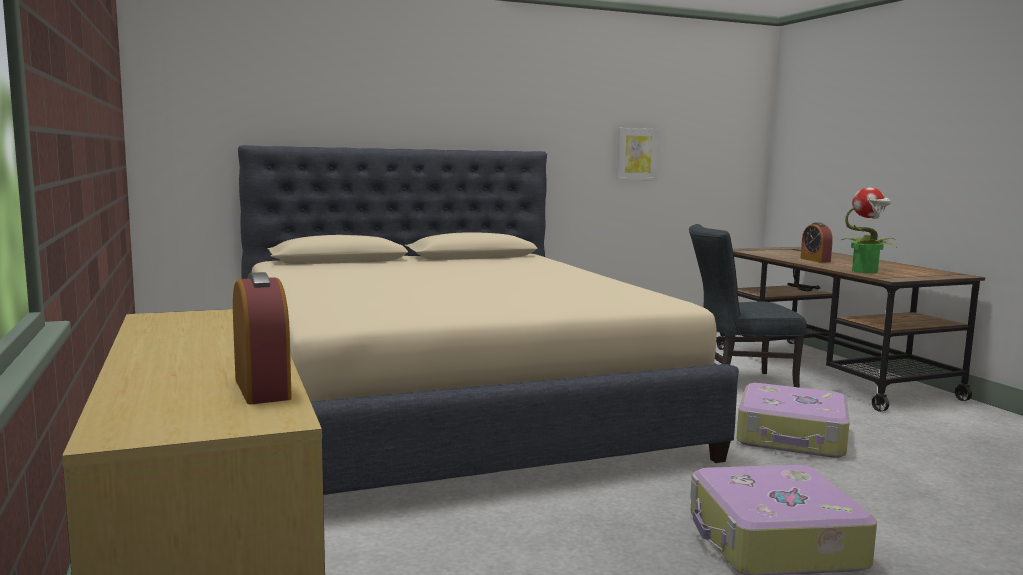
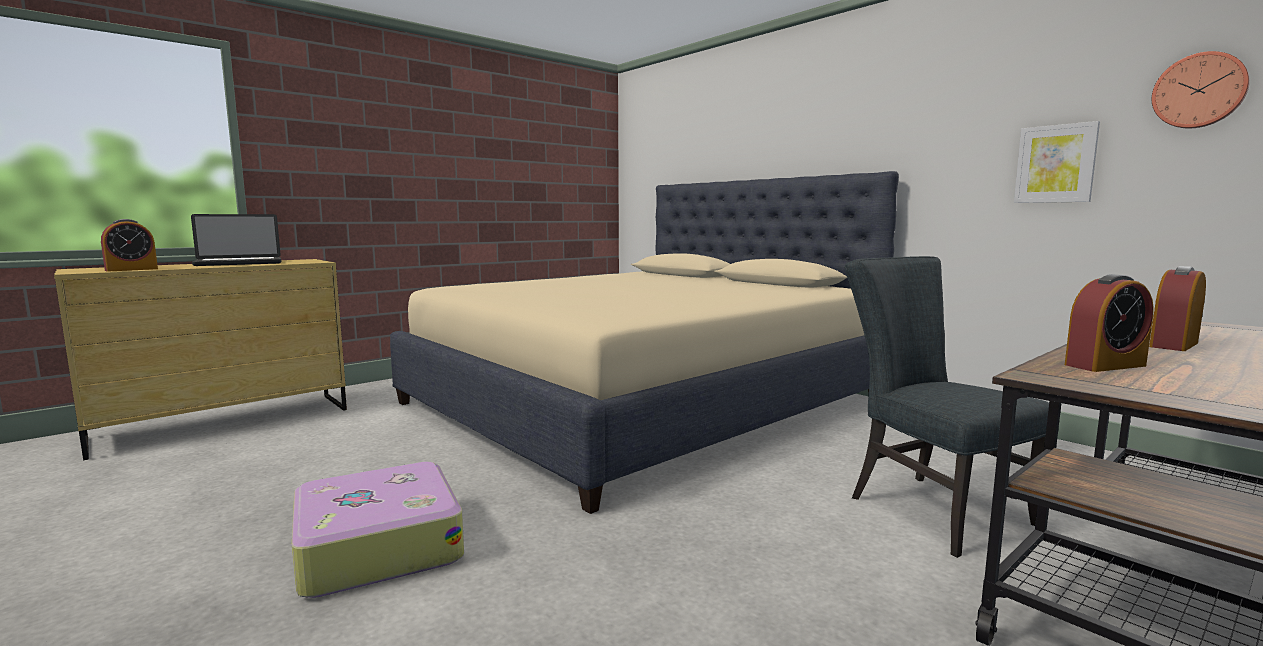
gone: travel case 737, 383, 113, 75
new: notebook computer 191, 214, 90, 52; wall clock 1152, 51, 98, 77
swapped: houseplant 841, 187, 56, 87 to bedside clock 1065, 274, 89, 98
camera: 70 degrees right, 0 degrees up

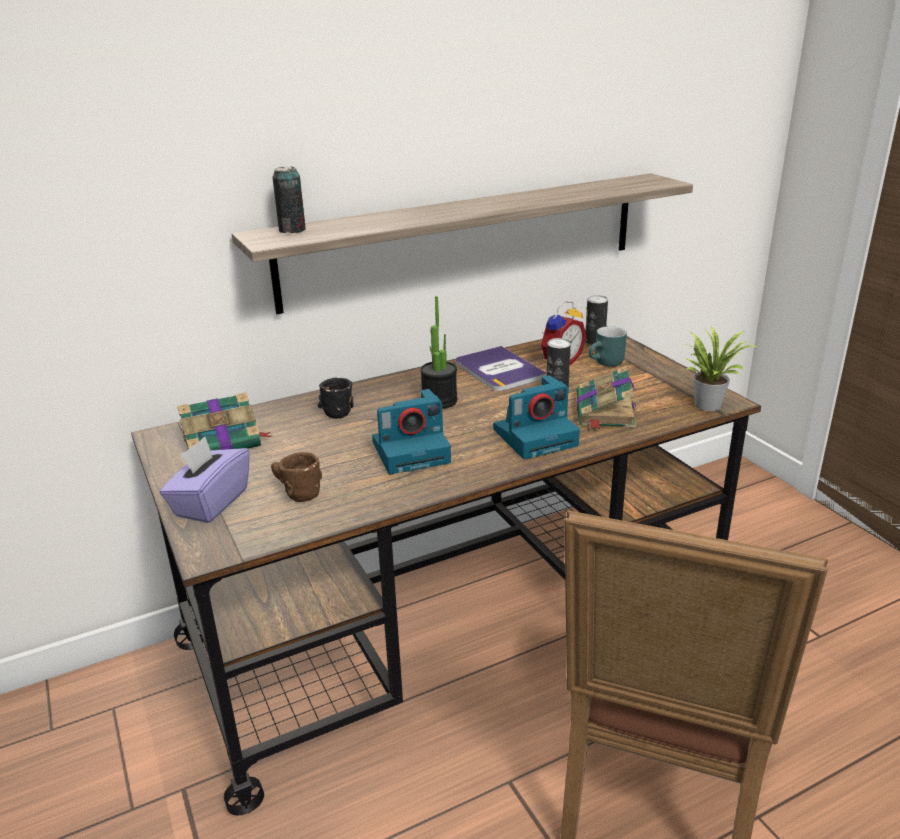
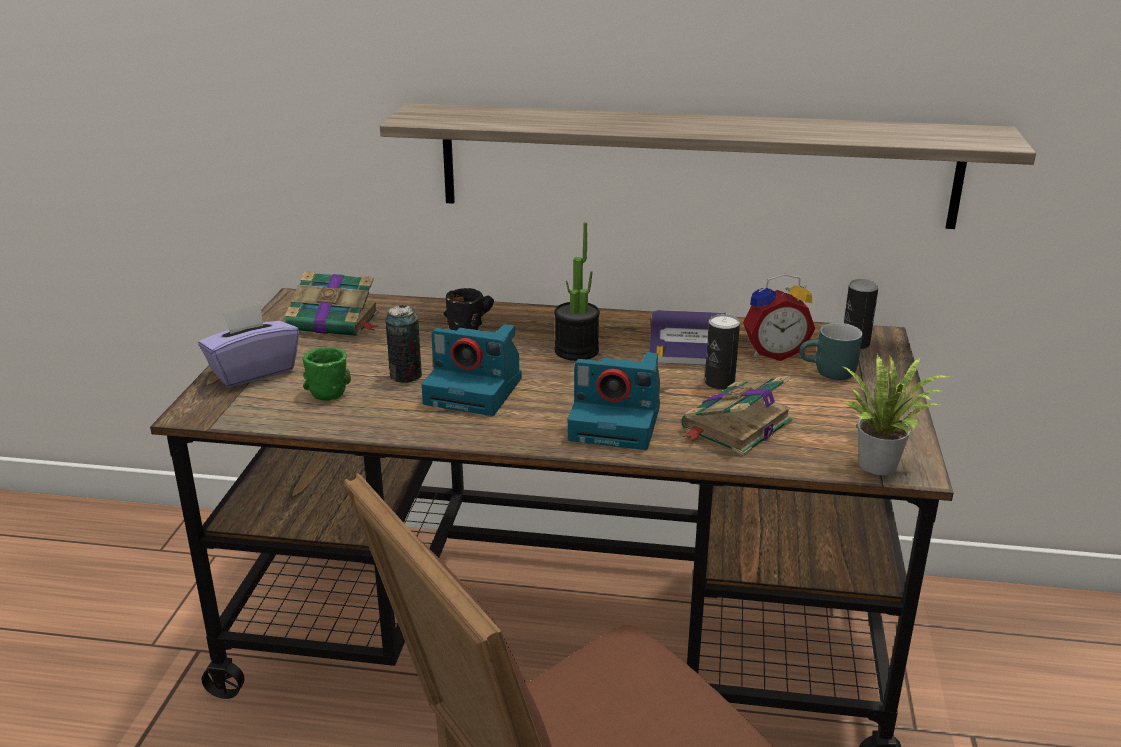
shifted: can 273, 167, 33, 66 to 386, 305, 36, 78
repainted: brownish mug 271, 452, 51, 50 to greenish mug 302, 347, 49, 54
camera: 35 degrees right, 0 degrees up

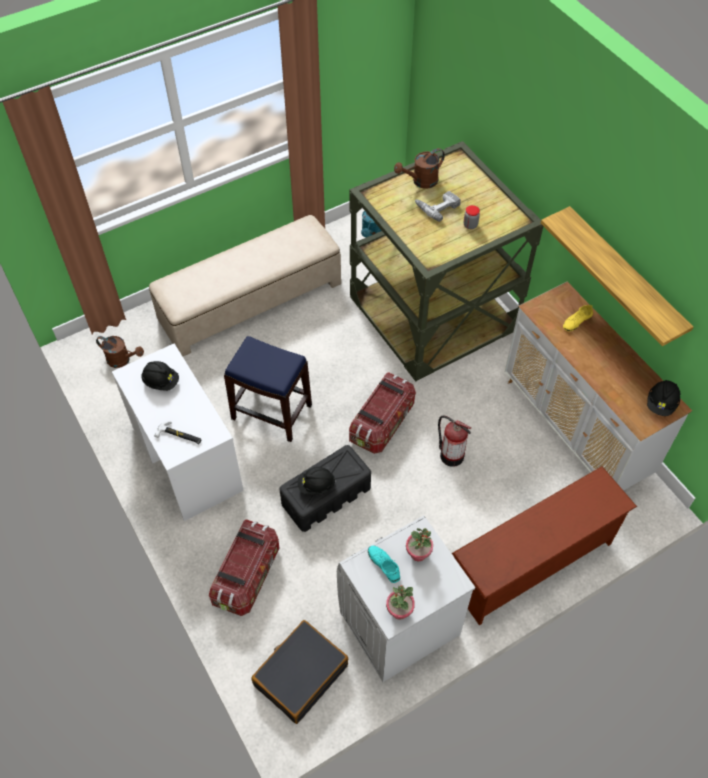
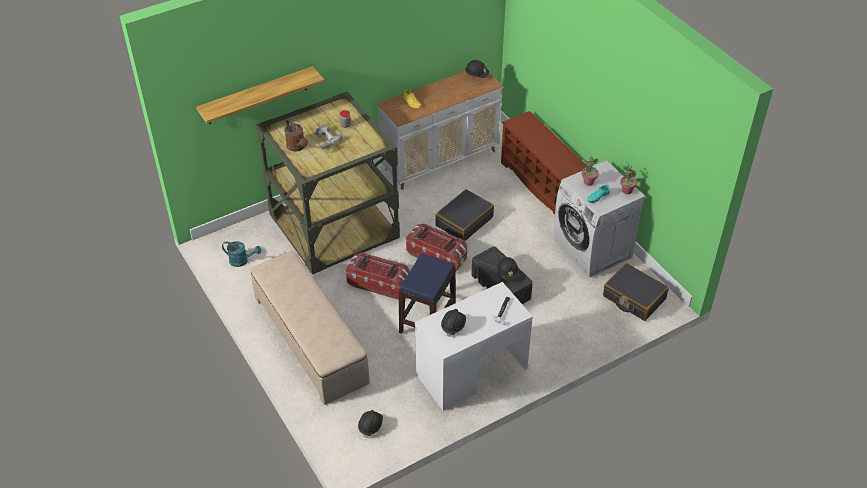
shifted: storage box 209, 519, 71, 97 to 346, 253, 64, 47; wall shelf 541, 206, 152, 140 to 196, 66, 128, 58
swapped: brownish sprinkling can 96, 336, 48, 32 to blackish safety helmet 358, 410, 25, 28; extinguisher 438, 415, 33, 52 to blackish travel case 435, 189, 59, 52
camera: 90 degrees left, 10 degrees down

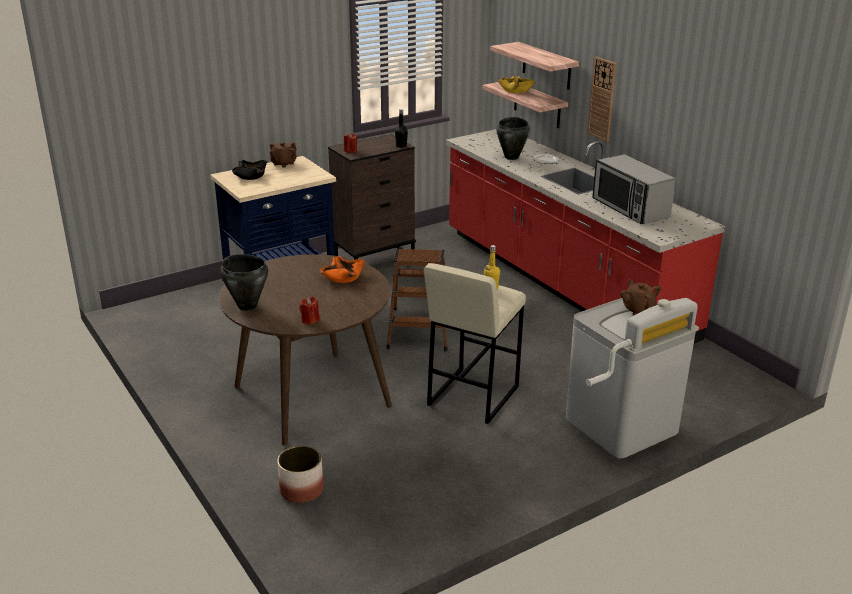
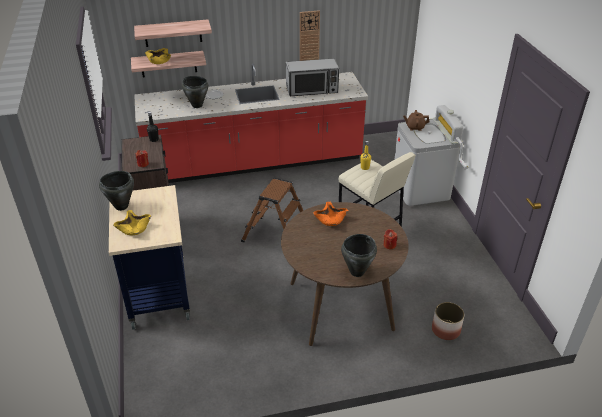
shifted: wall clock 588, 57, 29, 85 to 300, 10, 20, 51
swapped: brownish tea pot 270, 142, 27, 26 to blackish saucepot 99, 171, 35, 40
repainted: blackish serving bowl 232, 160, 35, 20 to yellow-coloured serving bowl 113, 210, 38, 25
camera: 70 degrees left, 10 degrees up

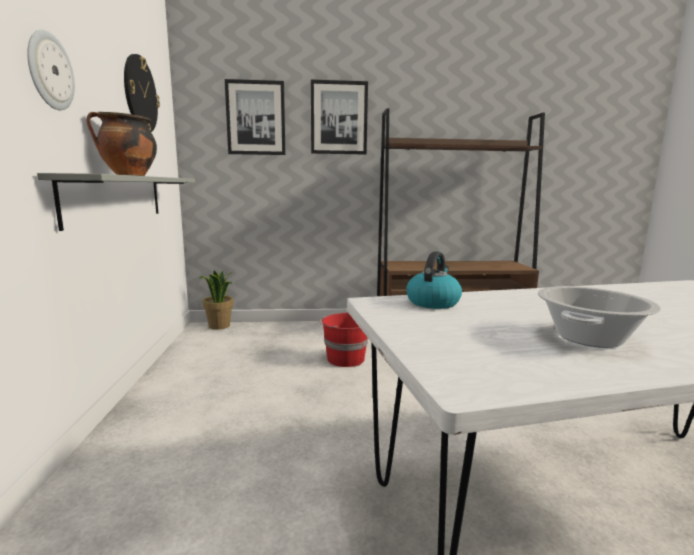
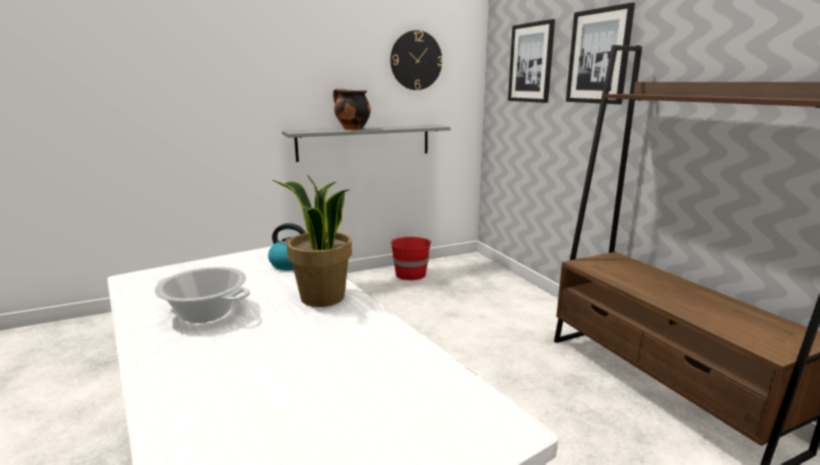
gone: wall clock 27, 30, 48, 80
shifted: houseplant 198, 271, 35, 59 to 273, 175, 79, 132; red-coloured pail 320, 312, 48, 55 to 391, 237, 40, 43
camera: 70 degrees right, 5 degrees up

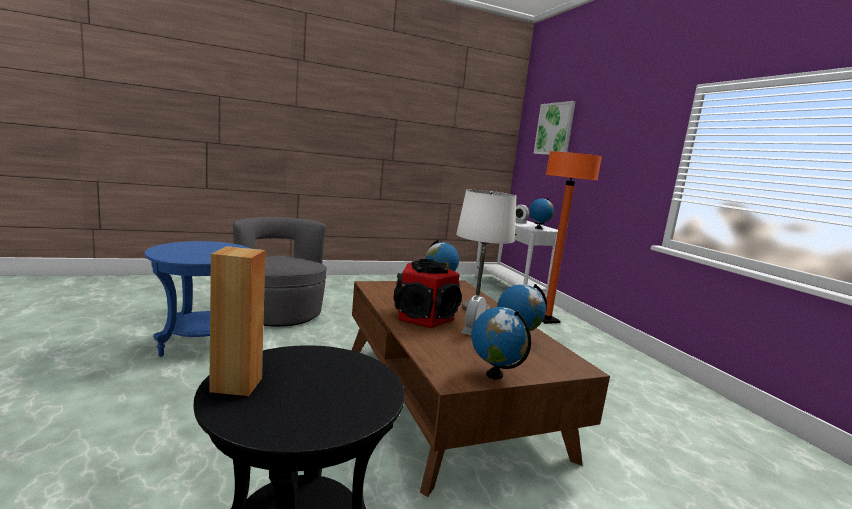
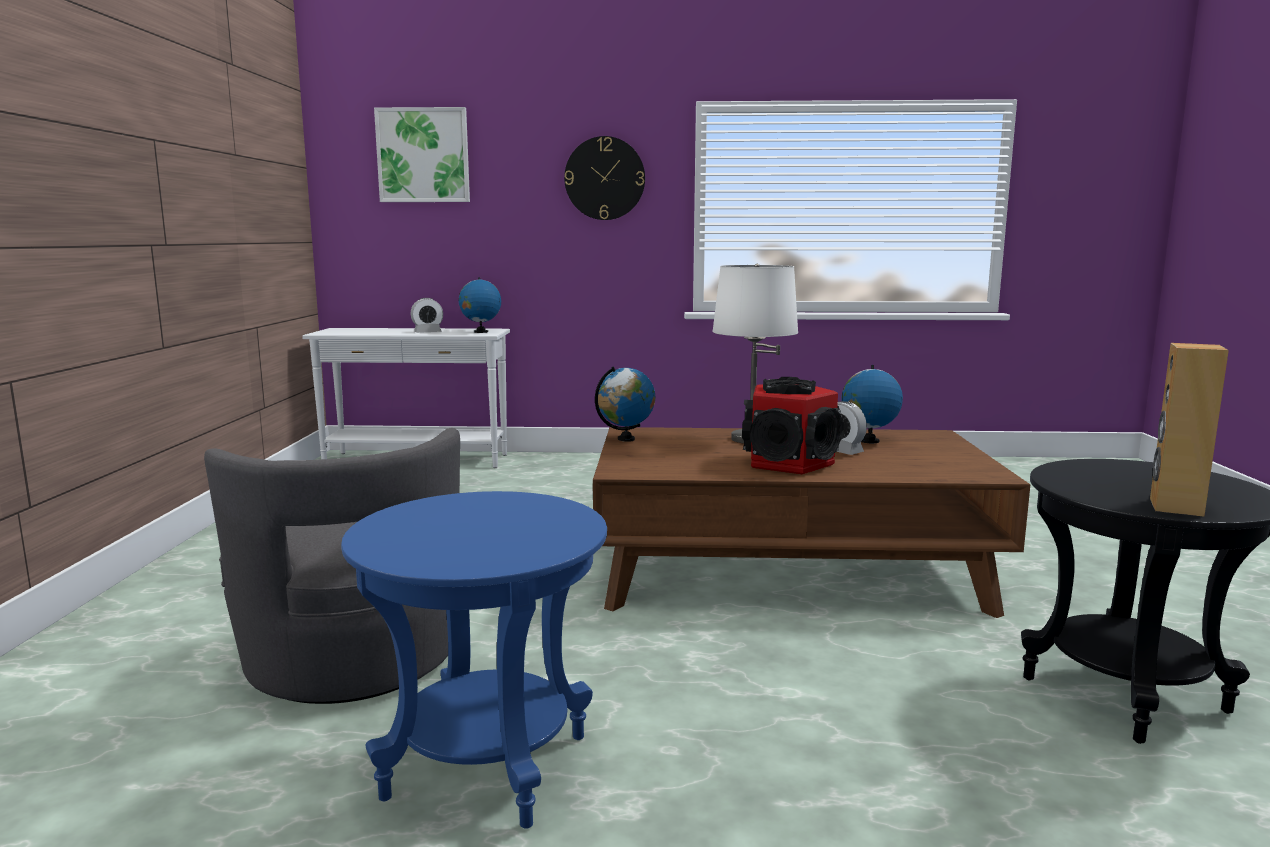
gone: world globe 472, 307, 59, 72; orange-coloured standard lamp 543, 151, 59, 173
new: wall clock 564, 136, 81, 84
rotated: grey lounge chair 233, 217, 94, 110 = 204, 428, 256, 276 105 degrees counterclockwise
camera: 65 degrees left, 0 degrees up

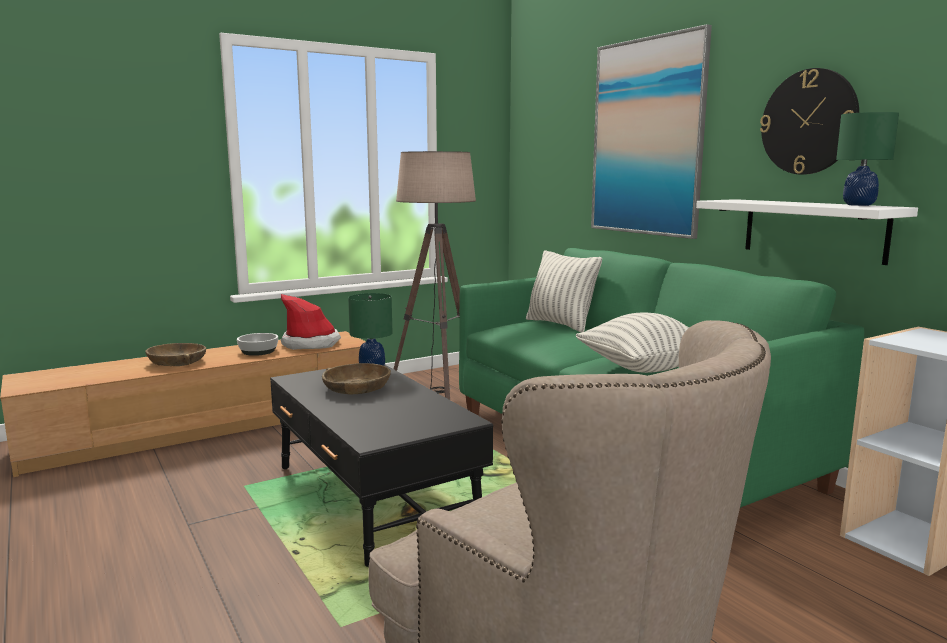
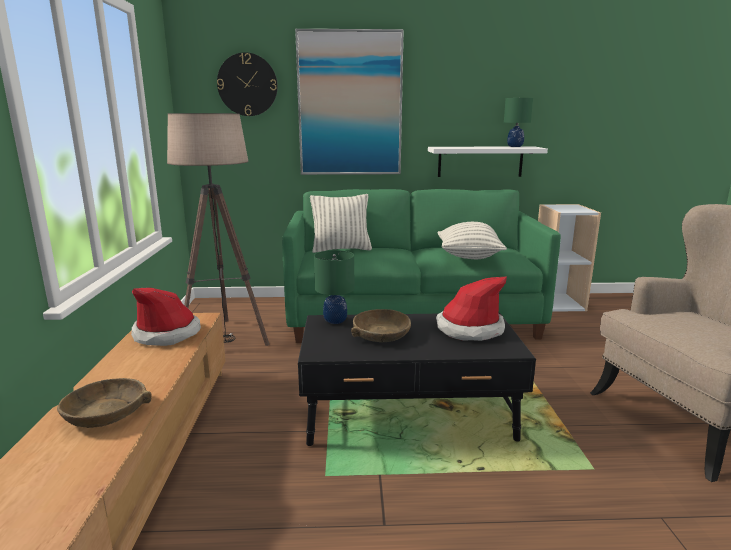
gone: serving bowl 237, 333, 41, 23
new: clothing hat 436, 276, 71, 65
shifted: wall clock 760, 68, 99, 107 to 217, 52, 61, 64
camera: 60 degrees left, 5 degrees up

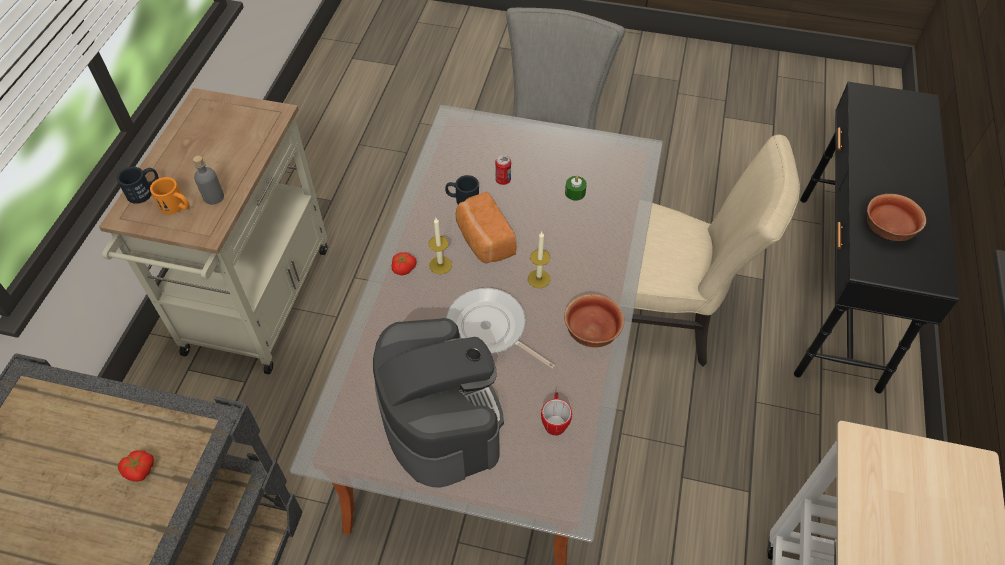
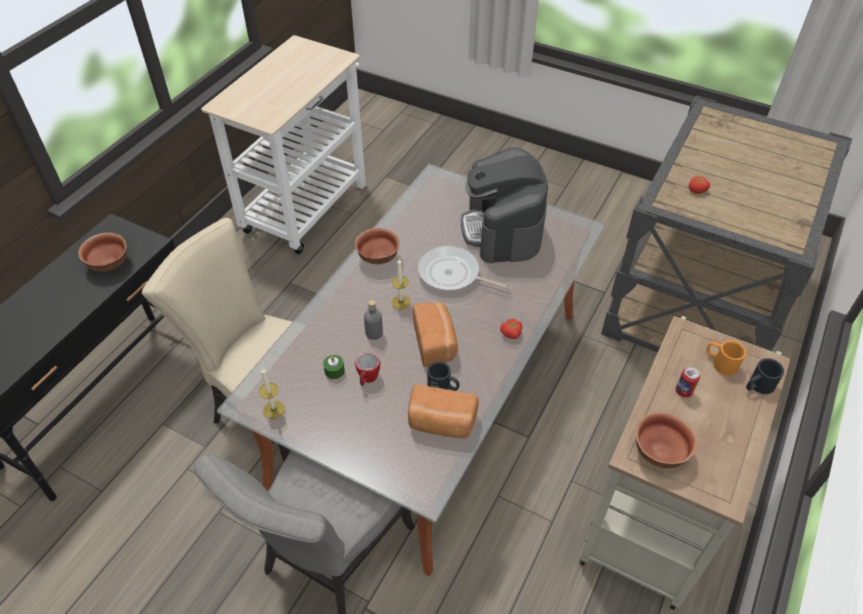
new: baked bread 408, 384, 71, 54; serving bowl 636, 412, 62, 56
shifted: grey beverage bottle 193, 155, 31, 50 to 364, 300, 19, 40; wax candle 429, 218, 23, 56 to 259, 368, 26, 51; can 495, 155, 16, 30 to 676, 366, 24, 32; mug 541, 392, 31, 44 to 355, 352, 25, 34
rotated: skillet 446, 288, 109, 81 = 418, 245, 93, 46 150 degrees clockwise
camera: 165 degrees left, 5 degrees down

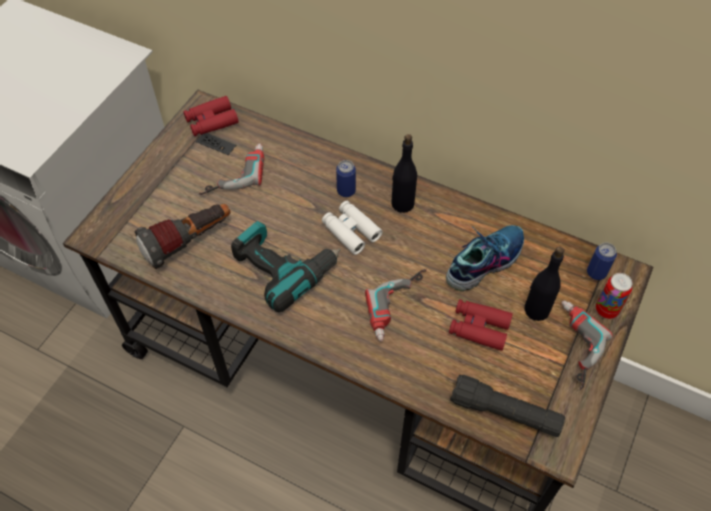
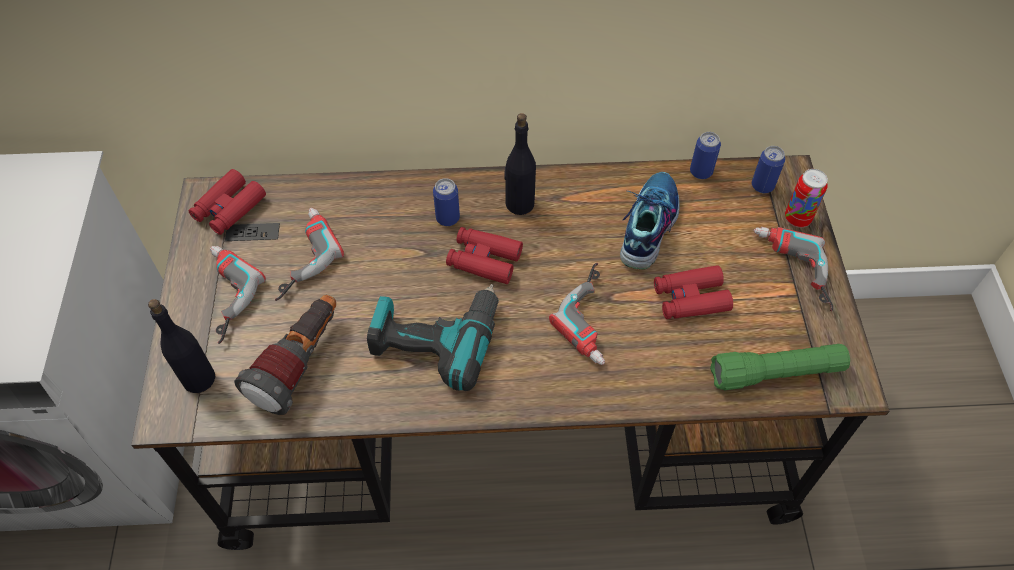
new: power drill 210, 246, 56, 98; can 690, 132, 31, 47
shifted: blackish beverage bottle 525, 247, 39, 74 to 148, 299, 67, 94
repainted: white-coloured pair of binoculars 322, 201, 61, 54 to red-coloured pair of binoculars 446, 227, 77, 57; blackish hand torch 450, 375, 115, 62 to greenish hand torch 710, 344, 140, 46
camera: 30 degrees left, 0 degrees up

